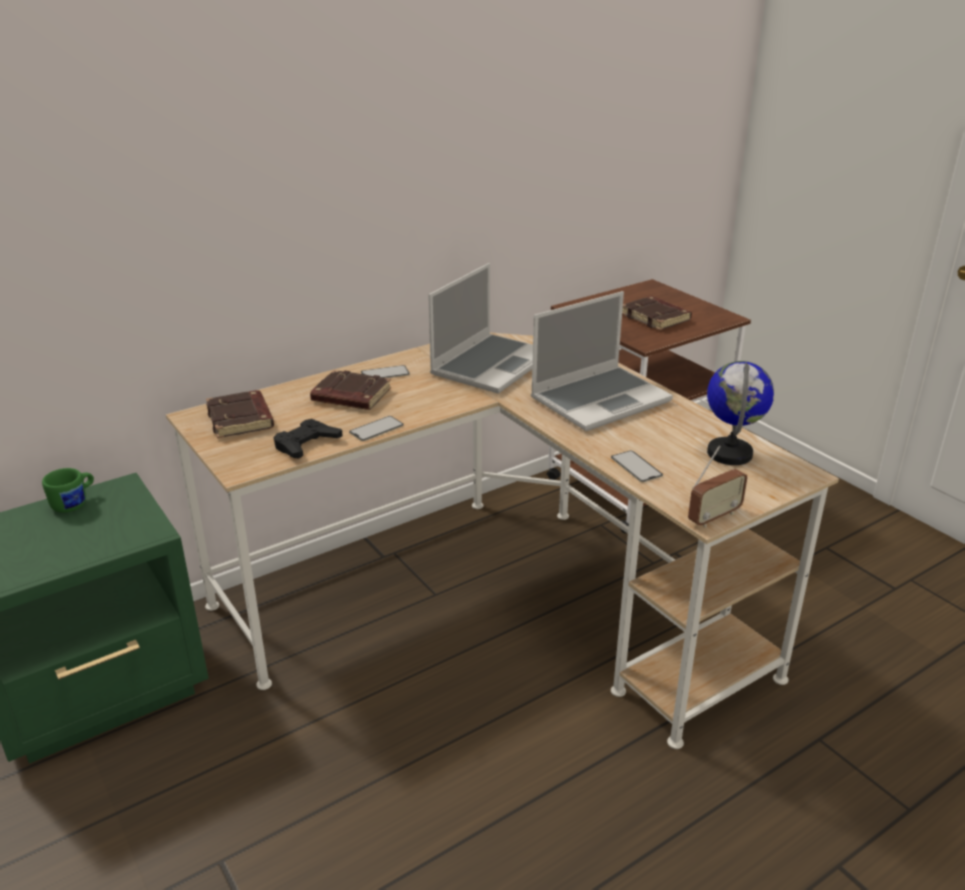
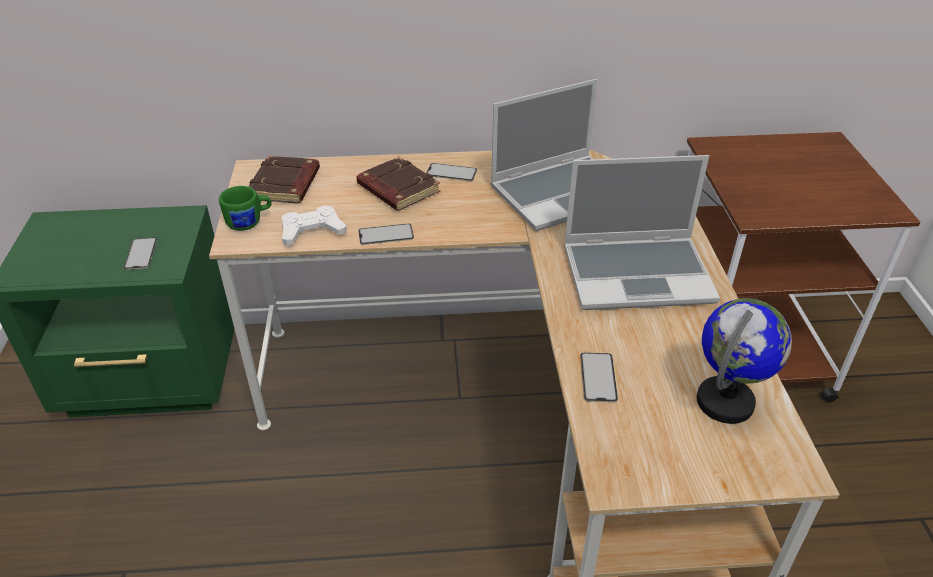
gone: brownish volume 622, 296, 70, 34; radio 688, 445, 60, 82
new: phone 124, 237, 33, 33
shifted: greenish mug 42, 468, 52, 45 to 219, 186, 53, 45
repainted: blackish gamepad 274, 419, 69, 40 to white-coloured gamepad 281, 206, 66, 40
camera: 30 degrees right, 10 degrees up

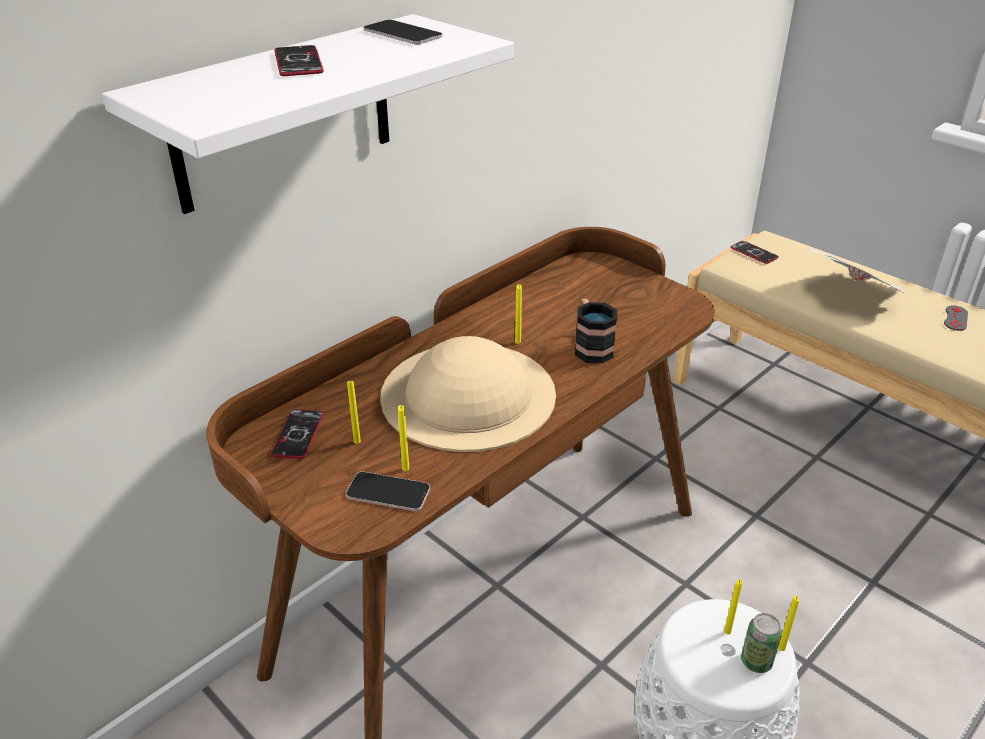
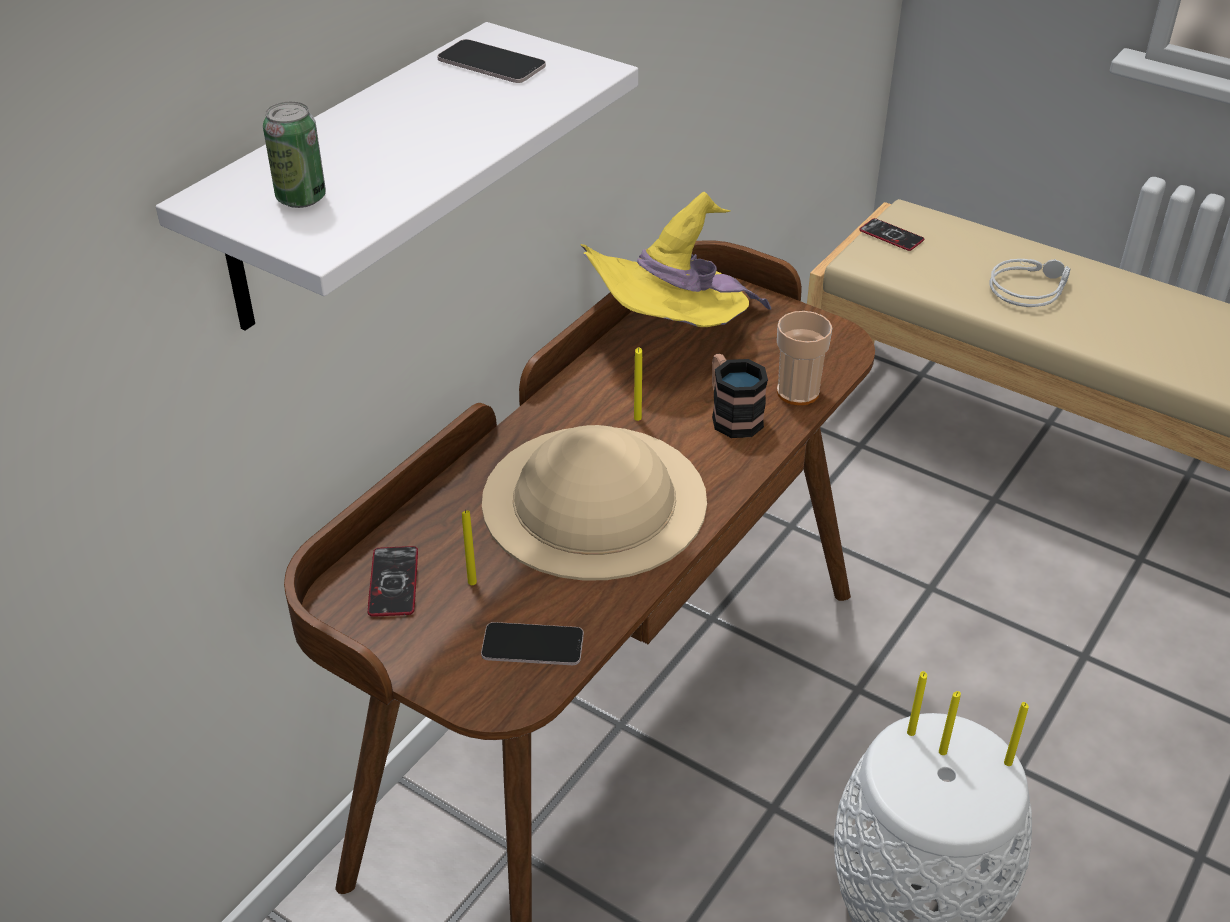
gone: phone 274, 45, 50, 31; grey gamepad 944, 305, 24, 26
new: yellow-coloured clothing hat 581, 192, 190, 135; drinking cup 777, 311, 55, 94
shifted: yellow-coloured wax candle 398, 405, 11, 66 to 907, 671, 20, 65; can 741, 613, 41, 60 to 263, 102, 63, 106
swapped: daily paper 807, 248, 100, 46 to grey headset 990, 259, 80, 48
camera: 10 degrees left, 5 degrees up

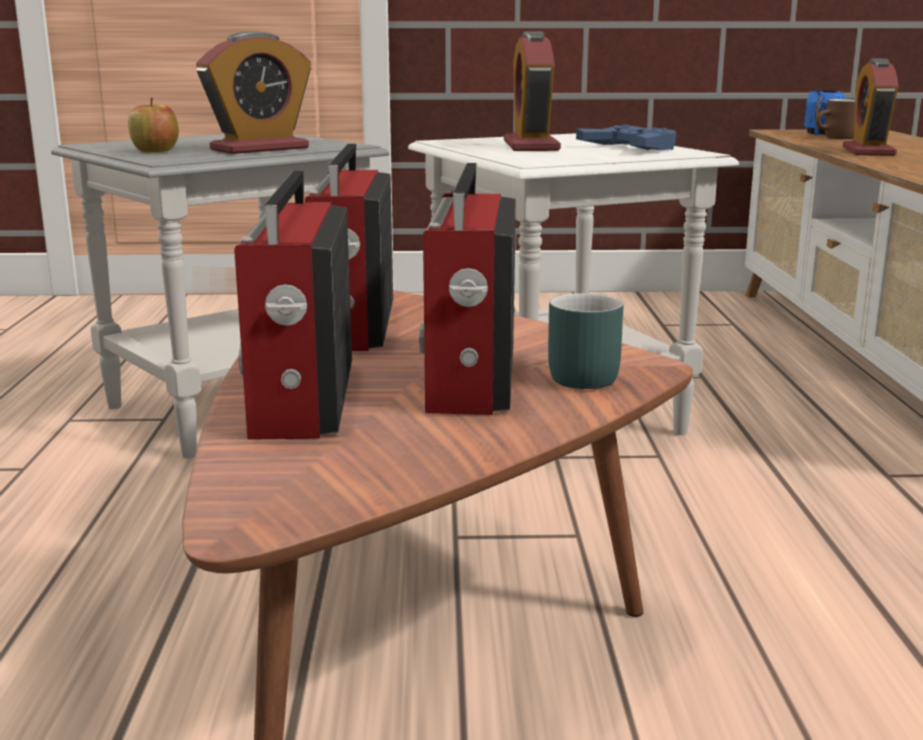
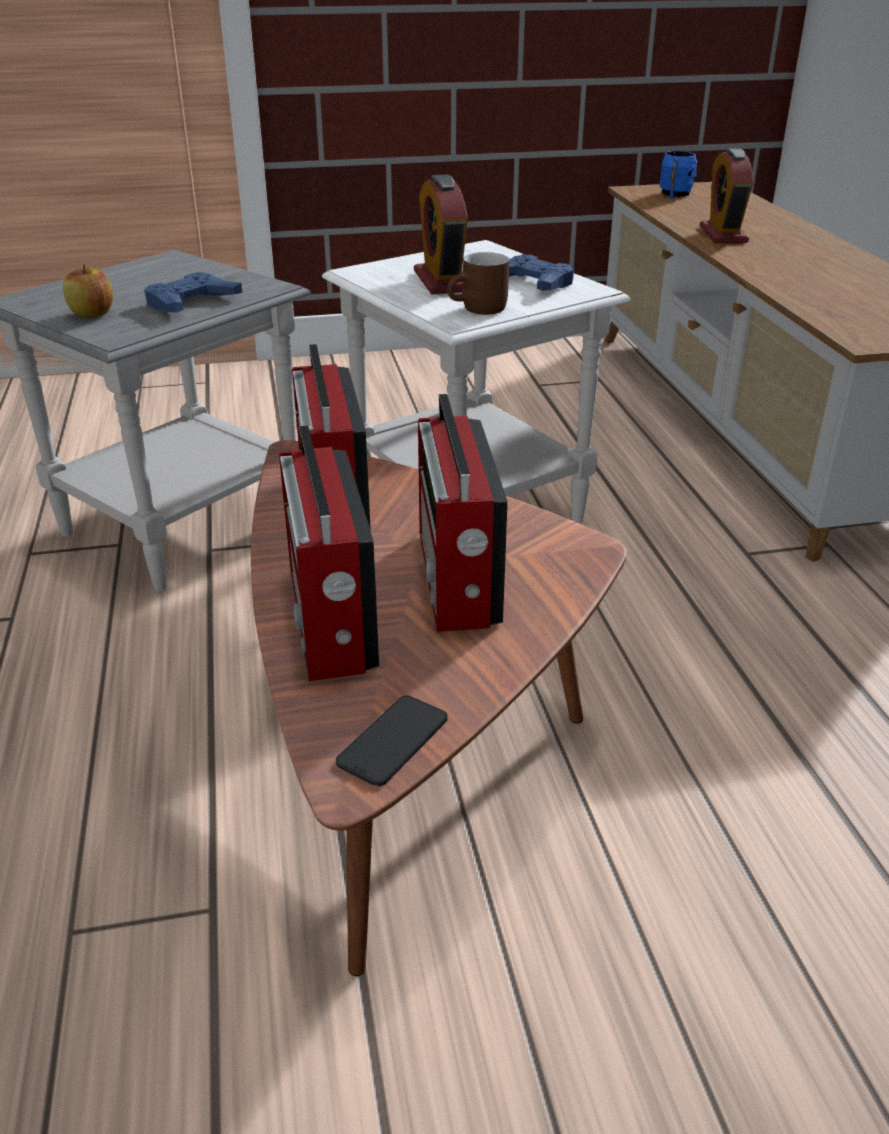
gone: turquoise-coloured mug 548, 293, 76, 96
new: phone 336, 695, 112, 91
shifted: brownish mug 816, 99, 39, 40 to 447, 252, 62, 63
swapped: bedside clock 196, 32, 115, 122 to blue-coloured gamepad 144, 272, 98, 40
camera: 10 degrees left, 15 degrees up

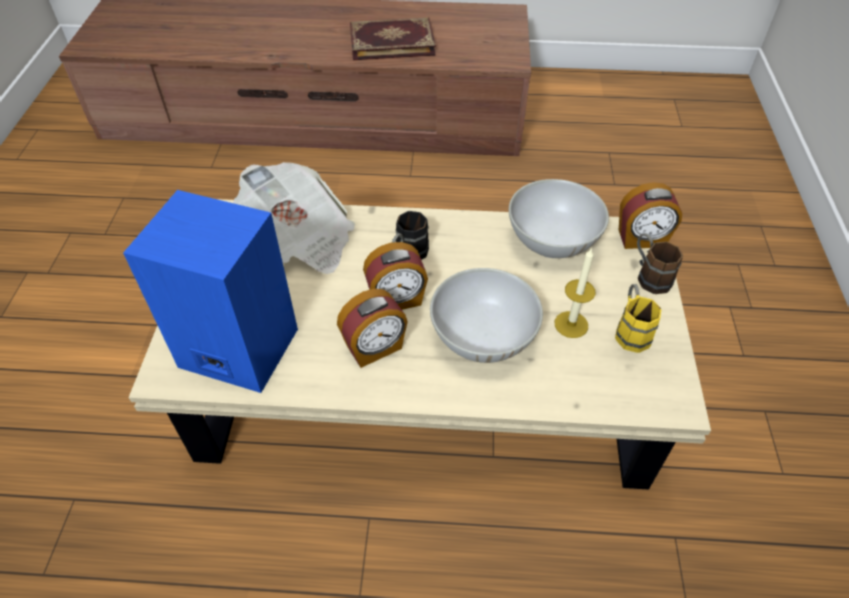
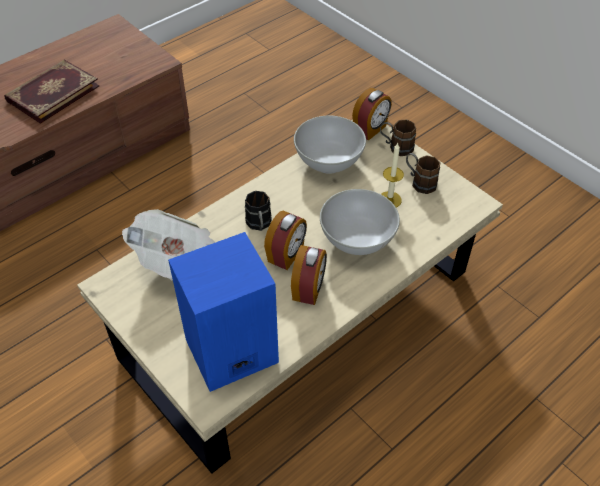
repainted: yellow-coloured mug 615, 284, 47, 69 to brownish mug 406, 153, 34, 41
camera: 45 degrees left, 0 degrees up

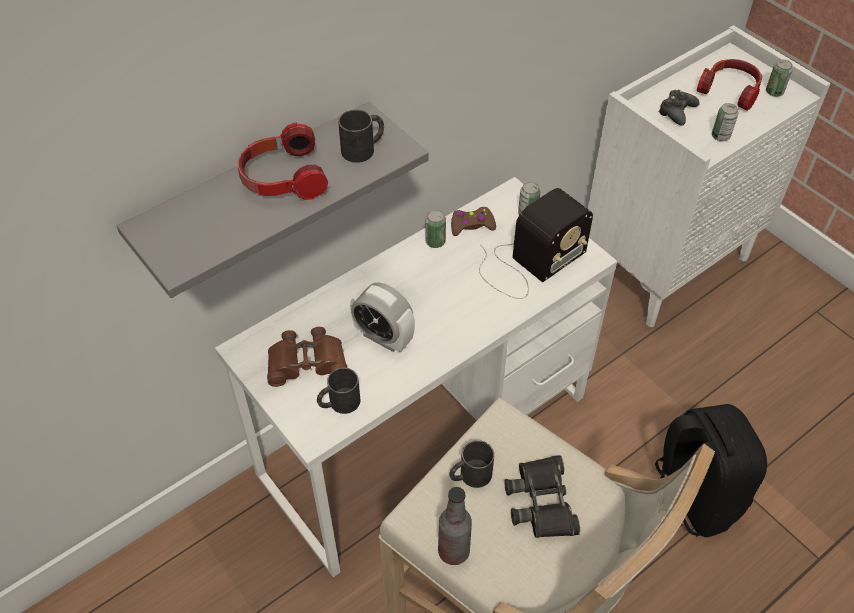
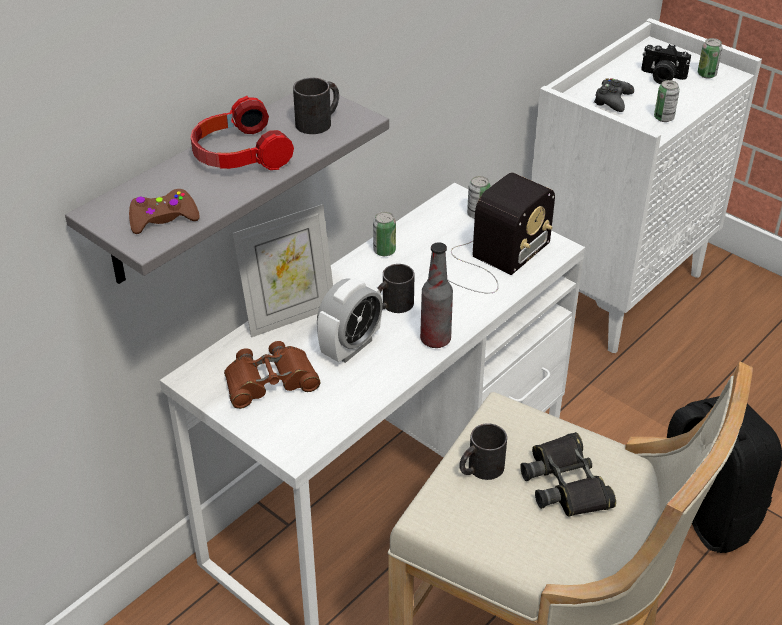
new: photo frame 233, 204, 100, 134
shifted: blackish mug 317, 368, 43, 46 to 377, 264, 37, 49; beverage bottle 438, 487, 34, 78 to 420, 242, 33, 106; brownish gamepad 451, 207, 45, 29 to 129, 189, 71, 45
swapped: headset 697, 59, 65, 52 to still camera 641, 44, 50, 40
rotated: bedside clock 350, 282, 65, 70 = 317, 278, 66, 85 75 degrees counterclockwise
camera: 10 degrees left, 10 degrees down

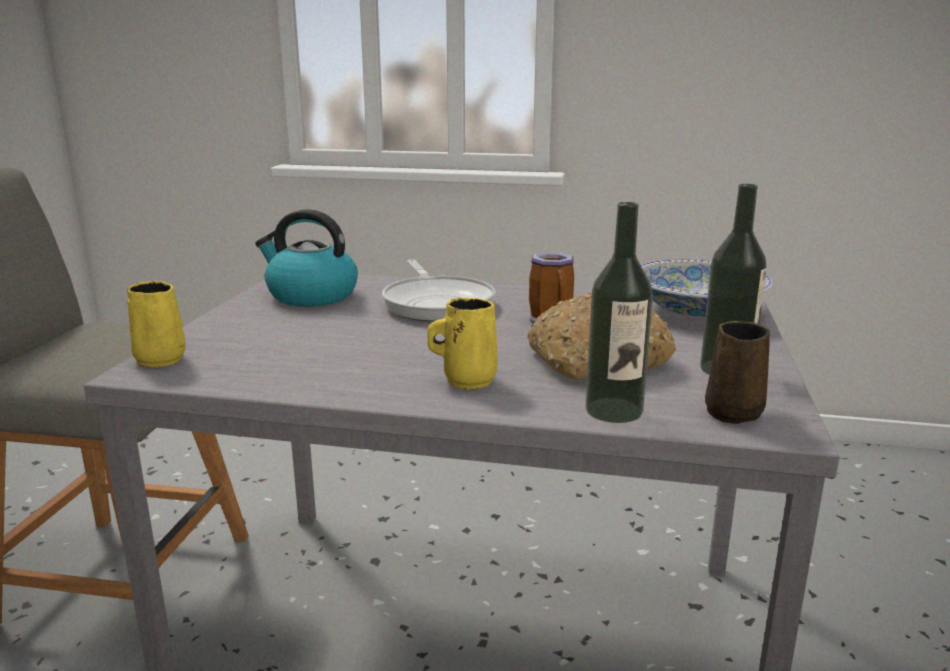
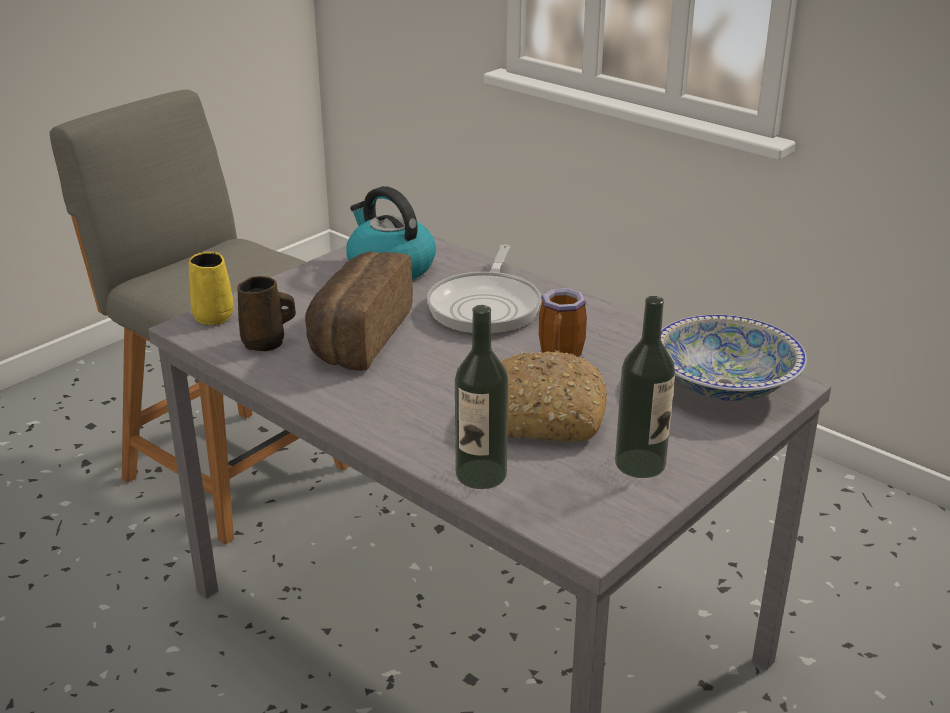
gone: yellow-coloured mug 427, 298, 70, 92
new: baked bread 305, 251, 108, 120
shifted: brownish mug 705, 321, 65, 103 to 237, 276, 59, 75
camera: 30 degrees right, 10 degrees up

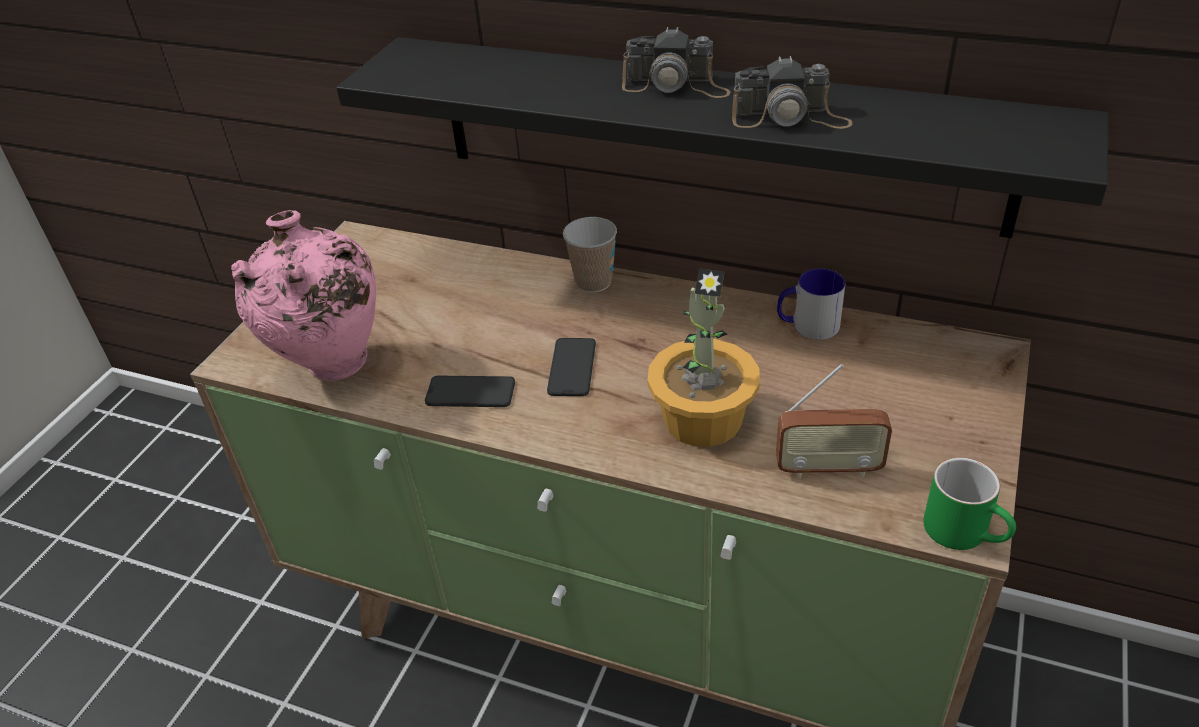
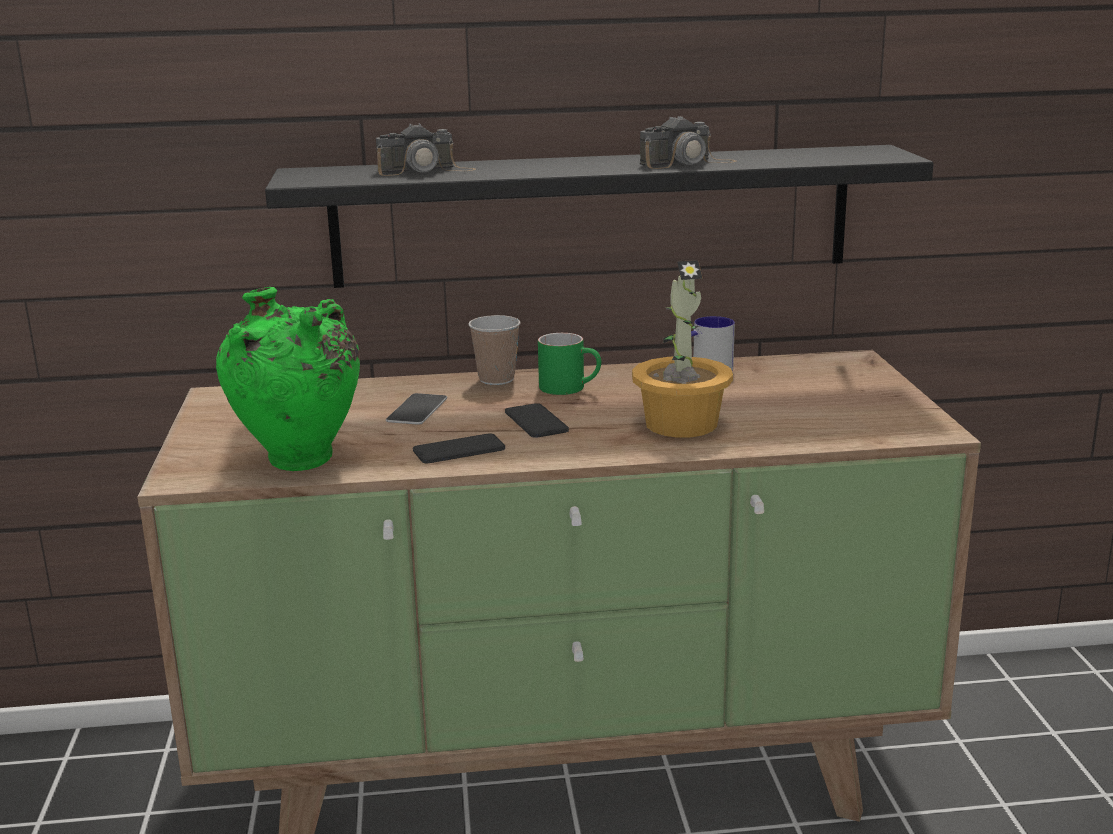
gone: radio 776, 364, 116, 115
new: phone 386, 393, 61, 32
shifted: still camera 622, 27, 109, 71 to 376, 123, 100, 53; greenish mug 923, 458, 93, 92 to 538, 333, 63, 62
repainted: pink-coloured decorative vase 231, 210, 145, 171 to greenish decorative vase 216, 287, 144, 184
camera: 30 degrees left, 20 degrees down

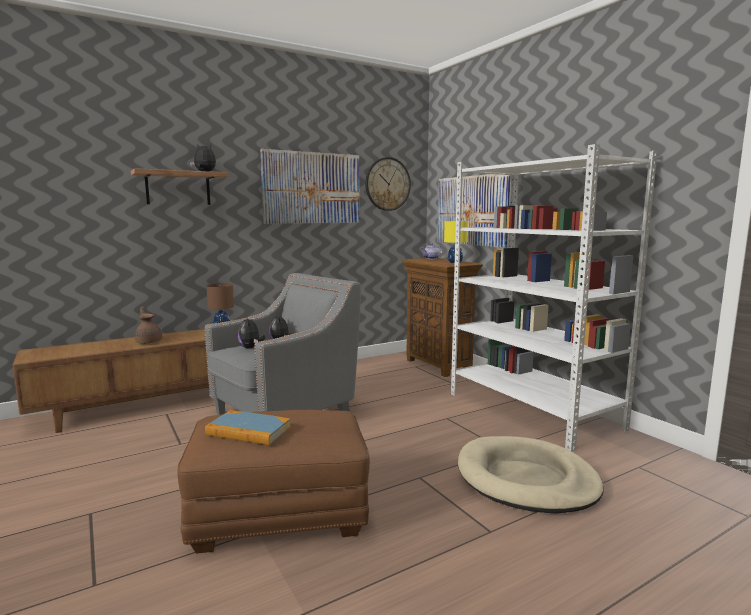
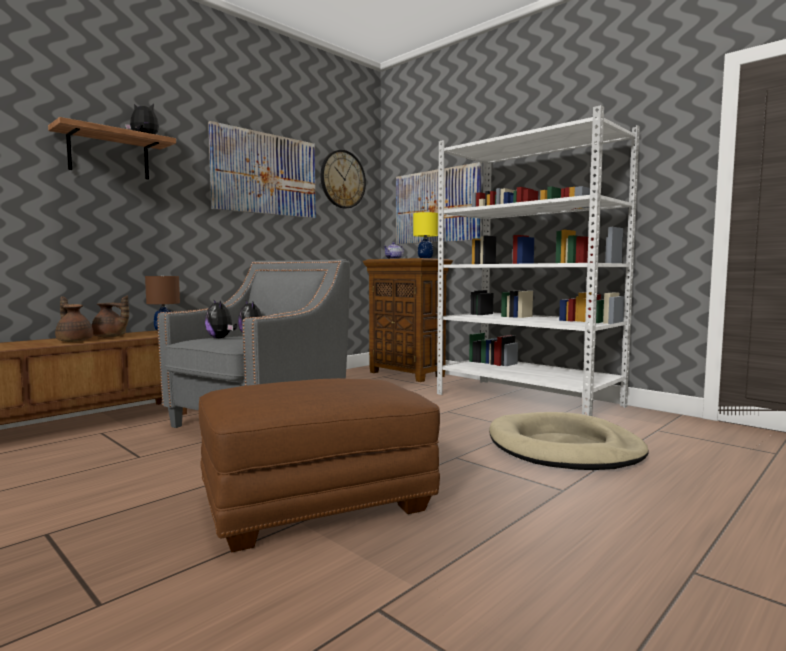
gone: volume 205, 410, 86, 35
new: brownish tea pot 91, 296, 38, 41
camera: 15 degrees left, 5 degrees down

